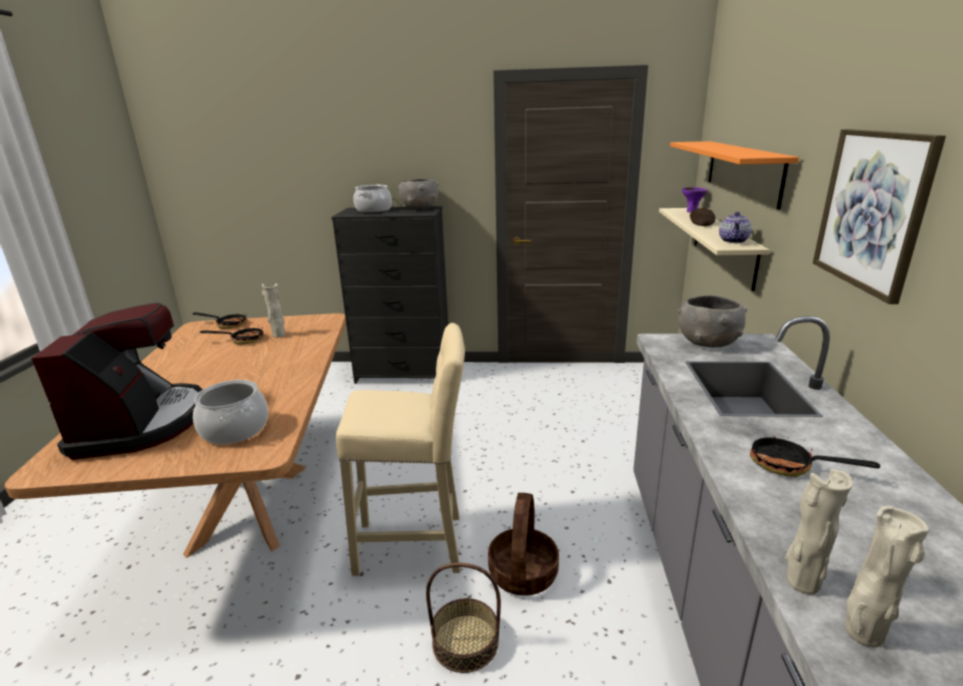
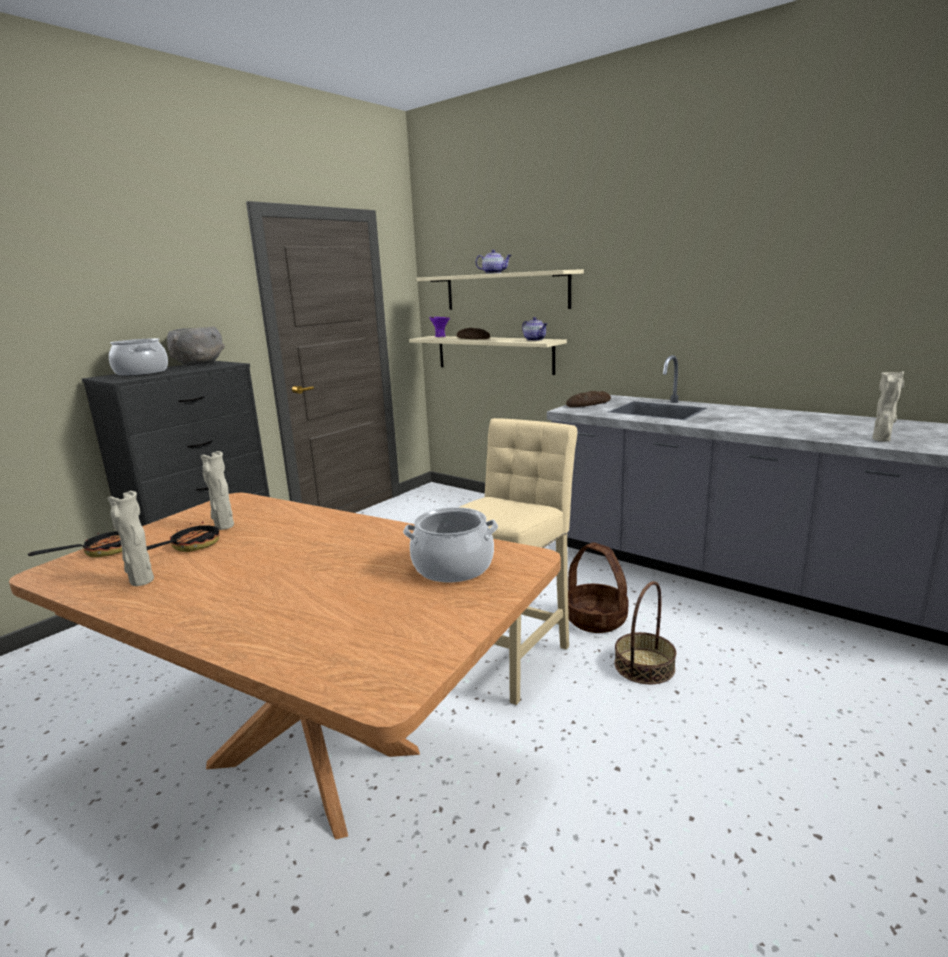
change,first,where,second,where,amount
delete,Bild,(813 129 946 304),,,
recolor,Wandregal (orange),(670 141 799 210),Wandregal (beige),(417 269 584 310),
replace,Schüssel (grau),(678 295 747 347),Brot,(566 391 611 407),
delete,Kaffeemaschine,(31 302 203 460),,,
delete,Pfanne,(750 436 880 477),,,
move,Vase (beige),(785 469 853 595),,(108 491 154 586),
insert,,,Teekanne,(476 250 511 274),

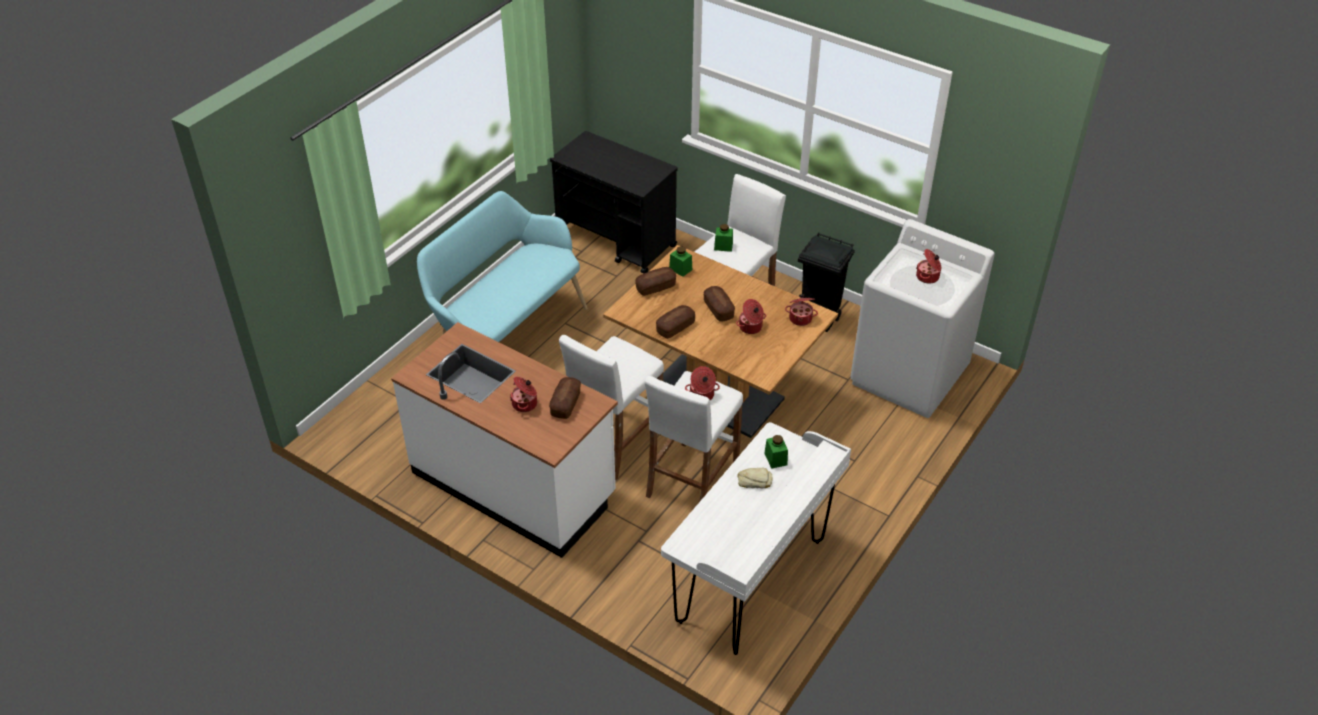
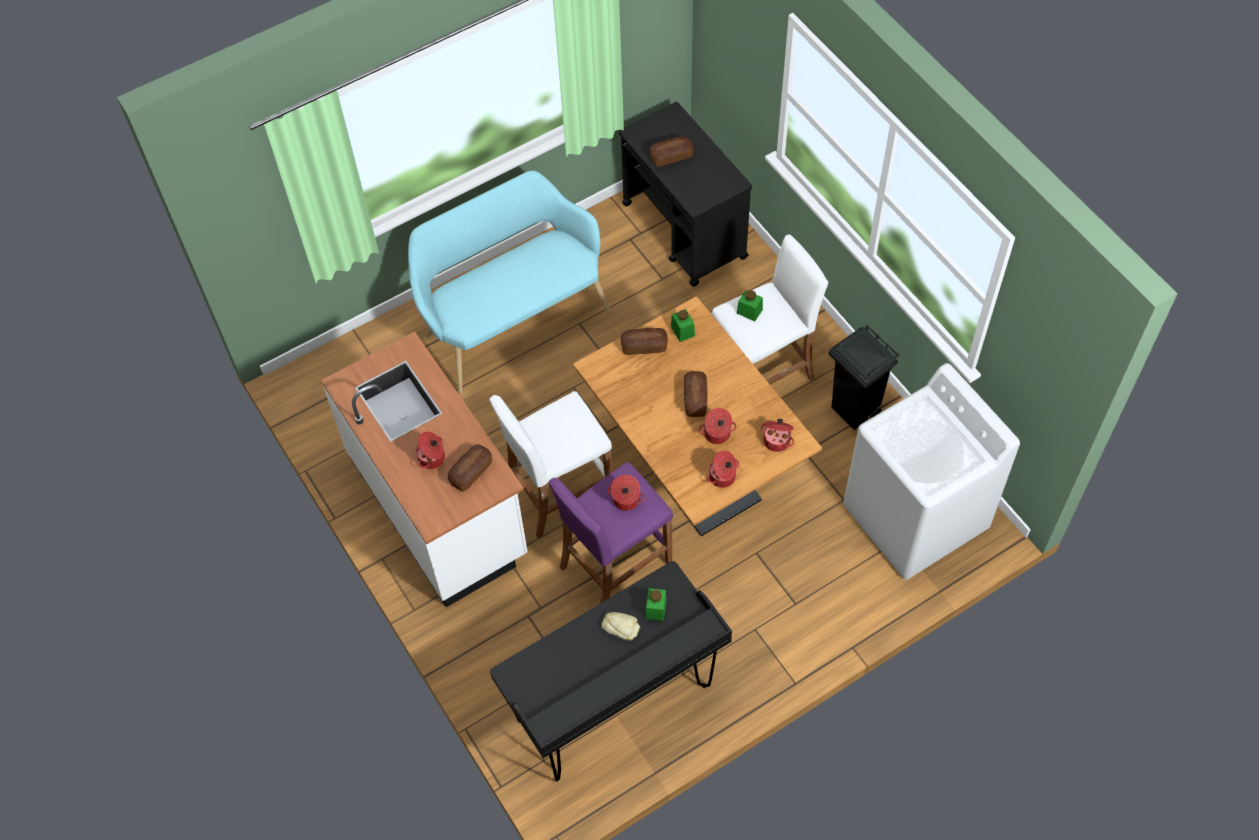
change,first,where,second,where,amount
move,Kochtopf,(916 249 941 284),,(707 450 739 488),
move,Brot,(656 305 695 339),,(650 136 693 167),
recolor,Hocker (weiß),(645 371 743 502),Hocker (lila),(549 462 673 603),
recolor,Schreibtisch (weiß),(661 422 851 655),Schreibtisch (schwarz),(490 561 732 781),

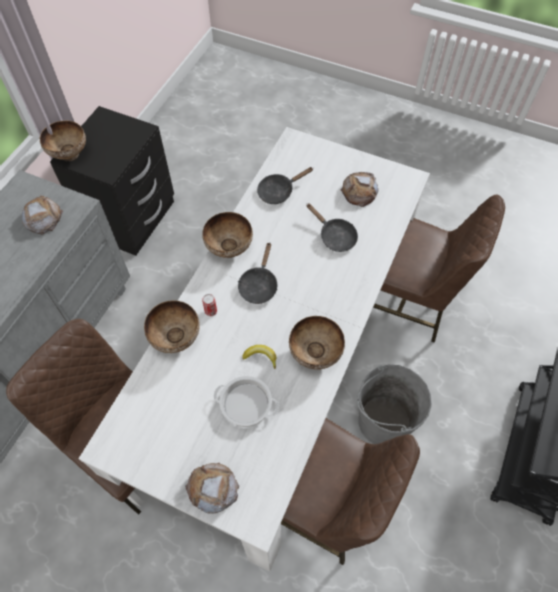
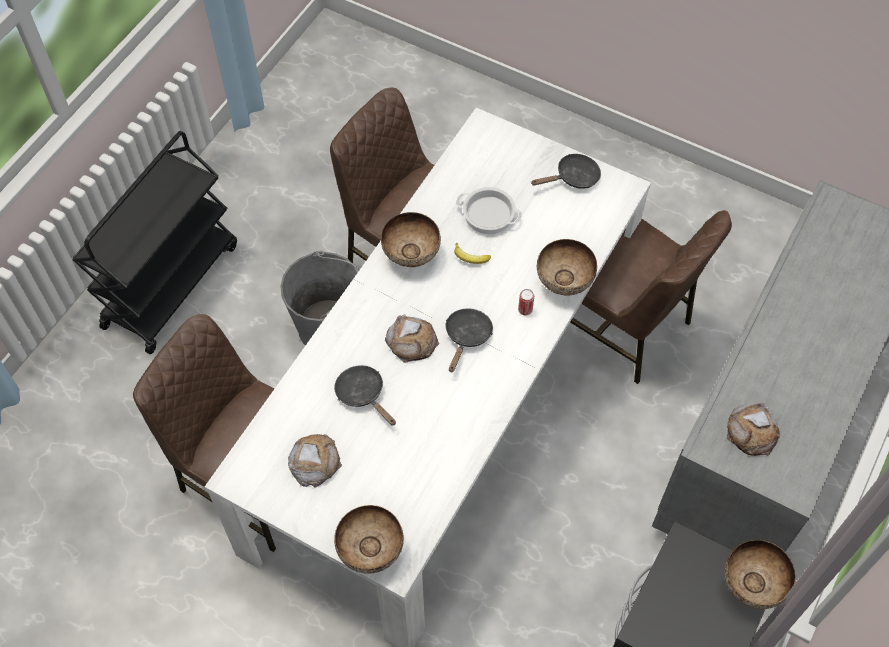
change,first,where,second,where,amount
move,Pfanne (schwarz),(257 167 314 204),,(531 154 601 189),
move,Schüssel,(203 212 253 258),,(334 505 404 574),
move,Brot,(185 463 239 514),,(385 314 439 363),

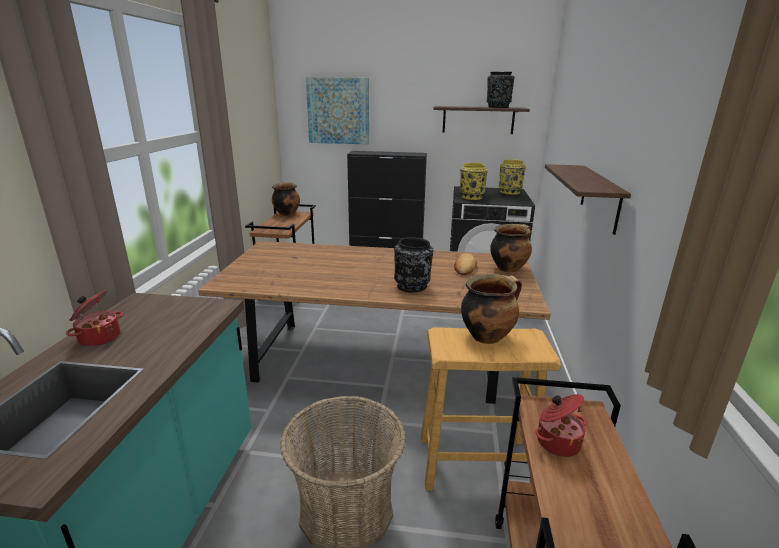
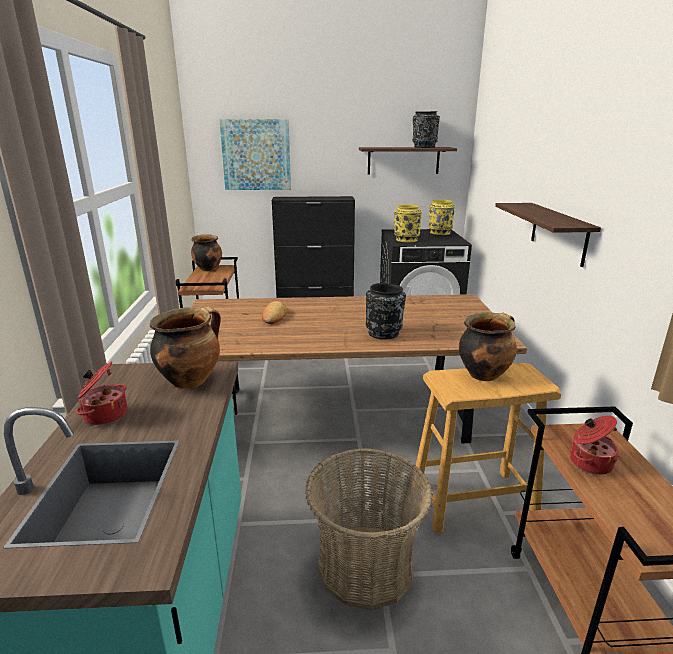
change,first,where,second,where,amount
move,Kochtopf,(490 224 532 273),,(150 306 221 389),
move,Brot,(454 253 477 275),,(262 301 287 324),

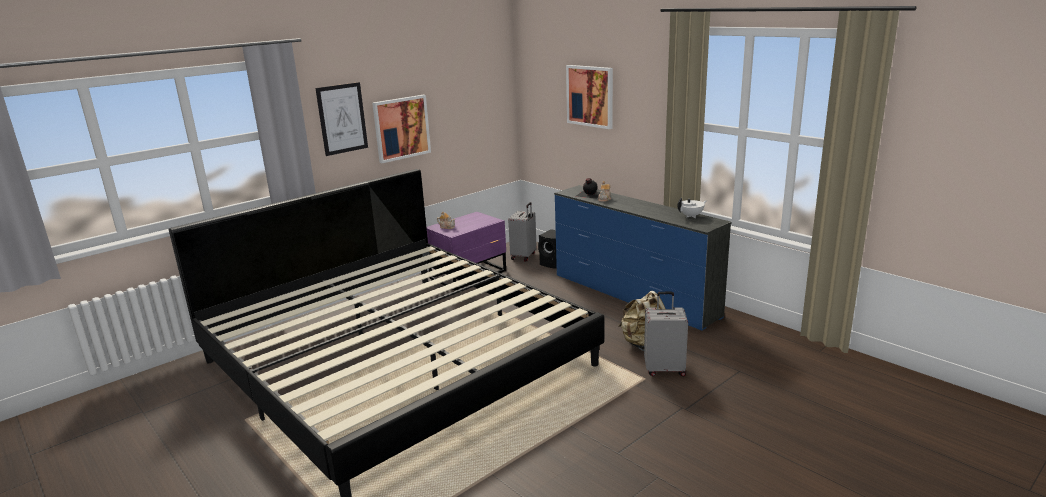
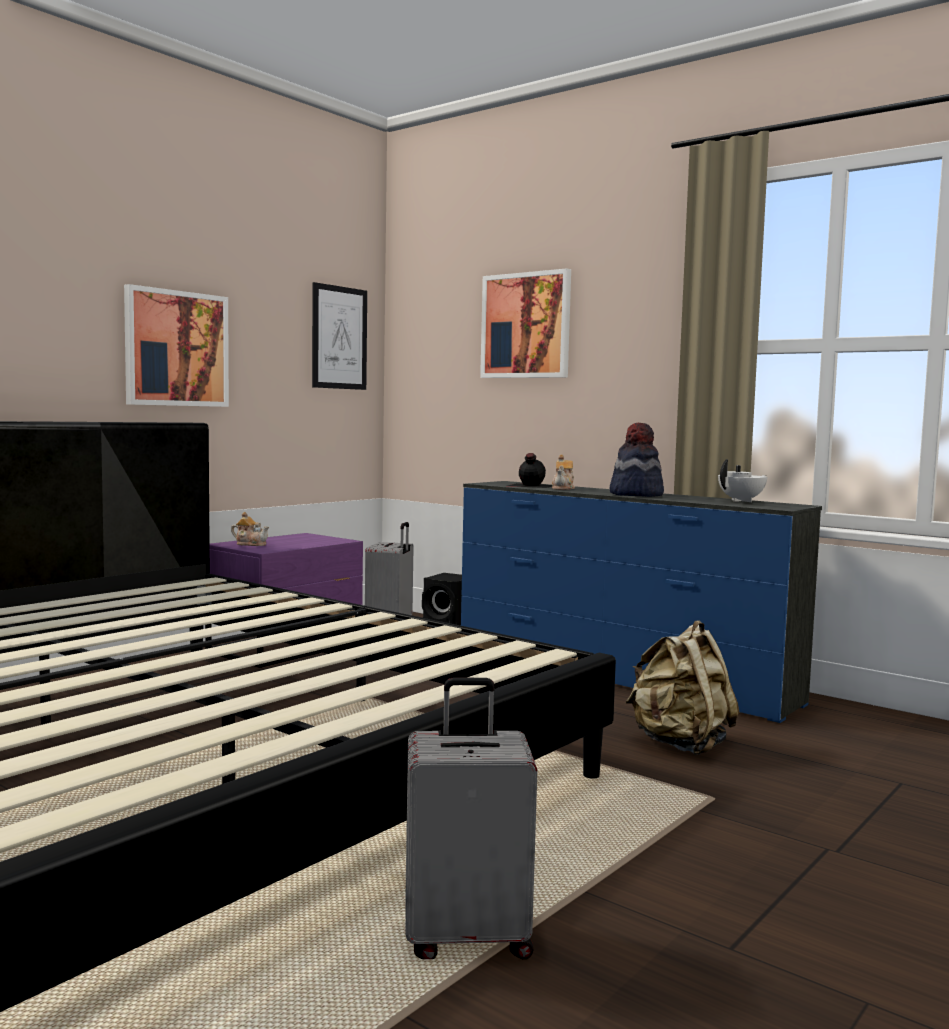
change,first,where,second,where,amount
move,Bild,(315 82 368 156),,(312 282 367 390),
move,Koffer (grau),(644 292 688 376),,(406 678 537 959),
insert,,,Hut,(610 423 664 497),

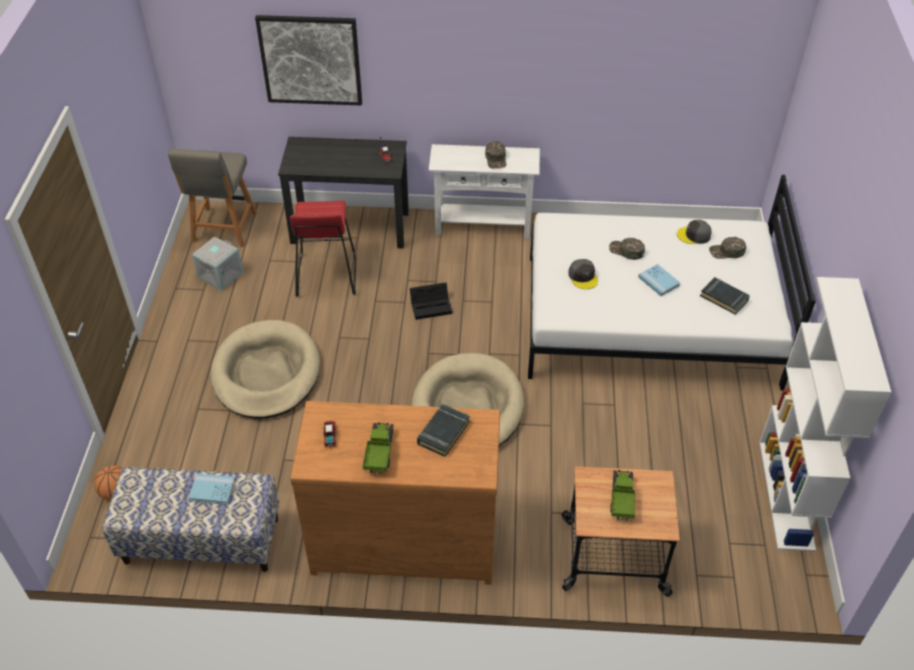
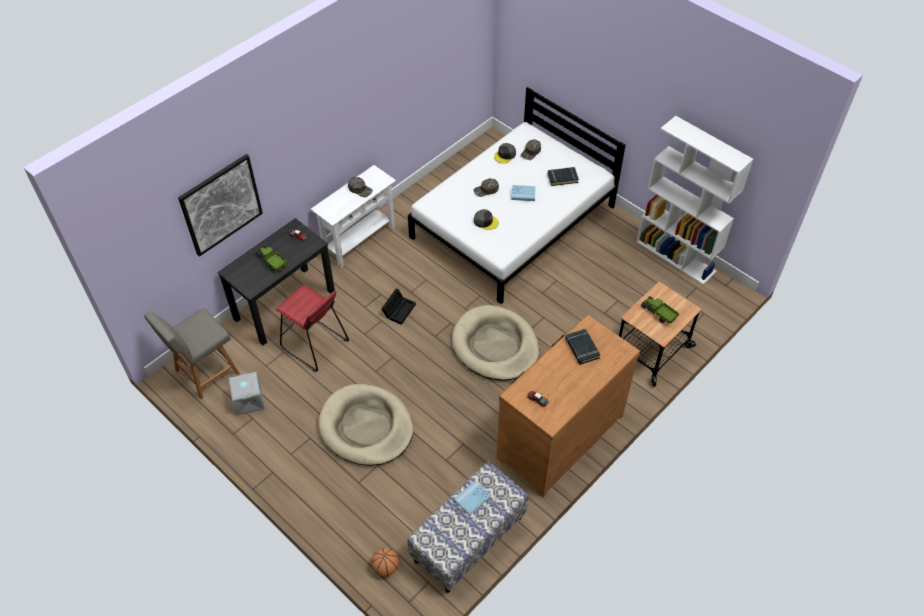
change,first,where,second,where,amount
rotate,Stuhl (grau),(168 149 257 247),,(144 309 239 399),90 degrees clockwise
move,Spielzeuglaster,(363 422 394 474),,(256 246 287 271),

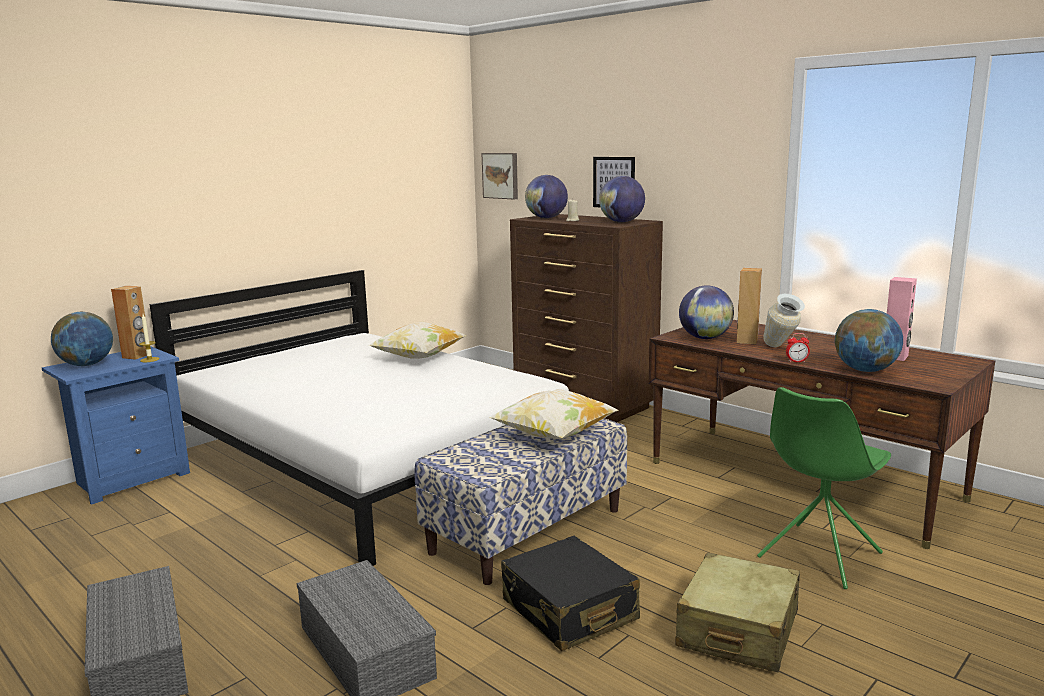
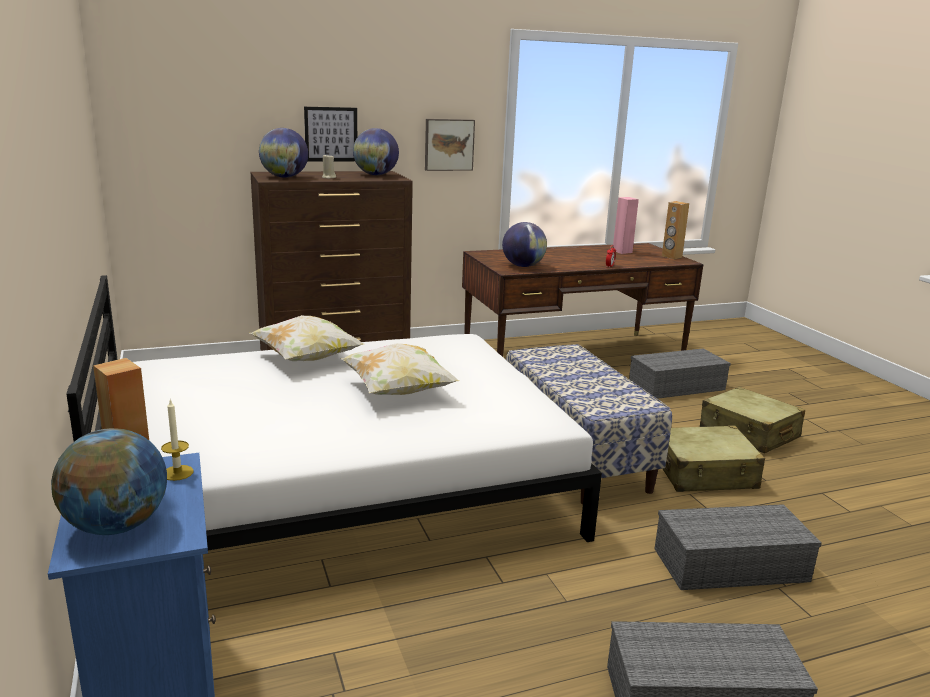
change,first,where,second,where,amount
move,Bild,(481 153 518 199),,(425 119 475 171),
move,Lautsprecher (braun),(737 268 762 344),,(662 201 689 259),
delete,Vase,(763 294 805 347),,,
delete,Globus,(835 309 903 372),,,
replace,Stuhl (grün),(757 387 891 589),Aufbewahrungsbox (grau),(629 348 731 399),
move,Kissen,(489 389 619 439),,(340 344 460 395),
recolor,Koffer (schwarz),(501 536 640 651),Koffer (beige),(663 425 765 492),

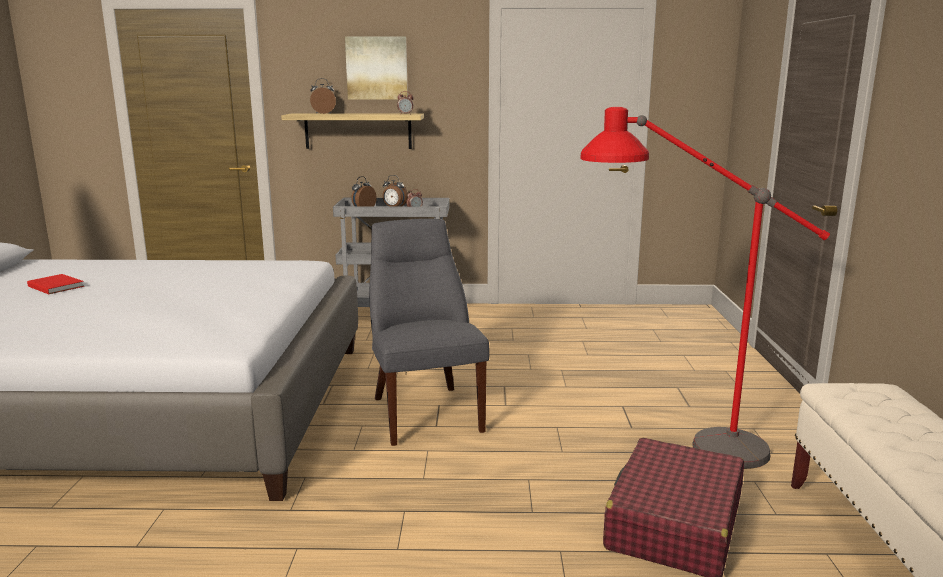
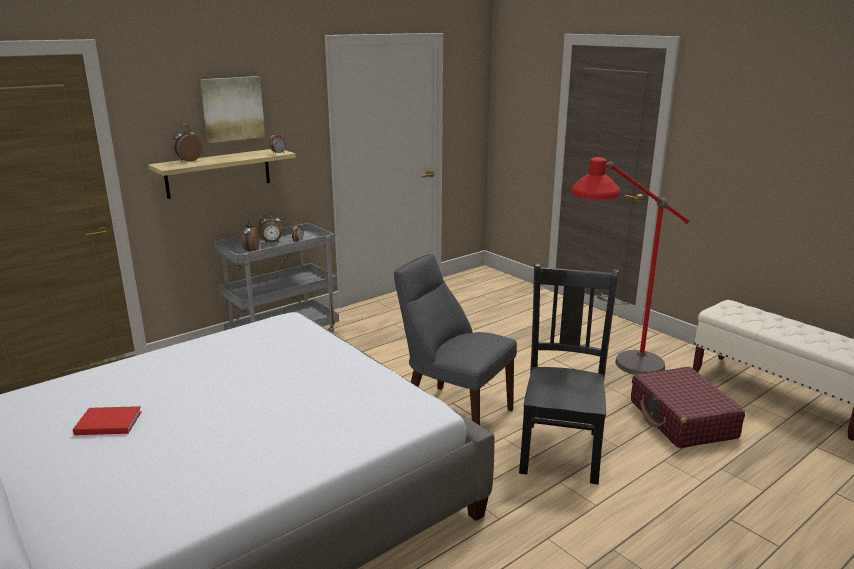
change,first,where,second,where,amount
insert,,,Stuhl (schwarz),(519 264 619 484),

